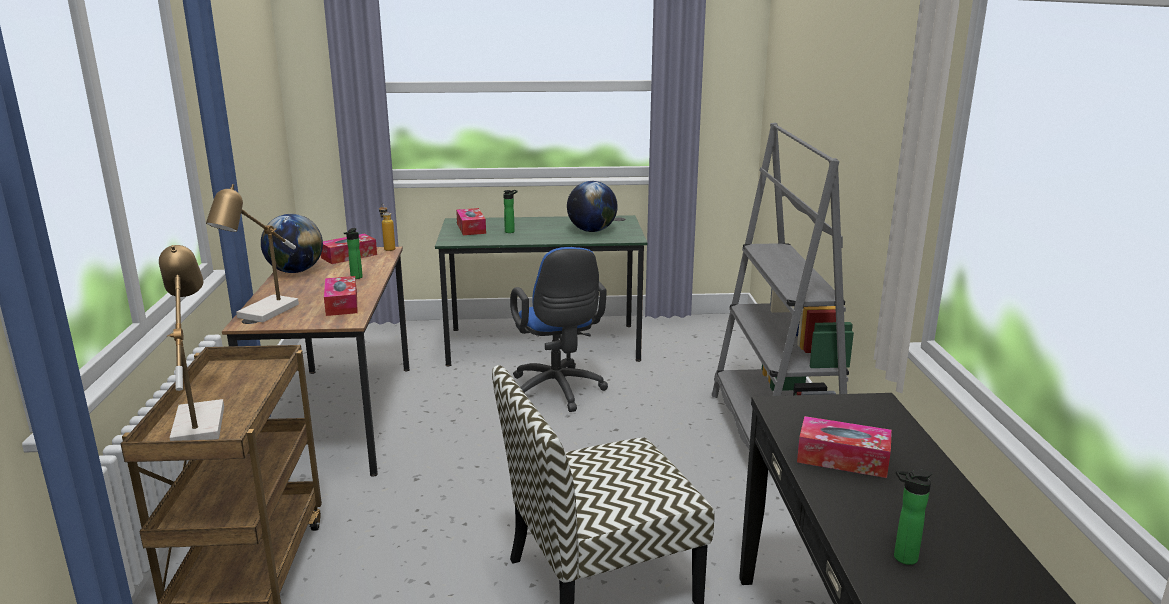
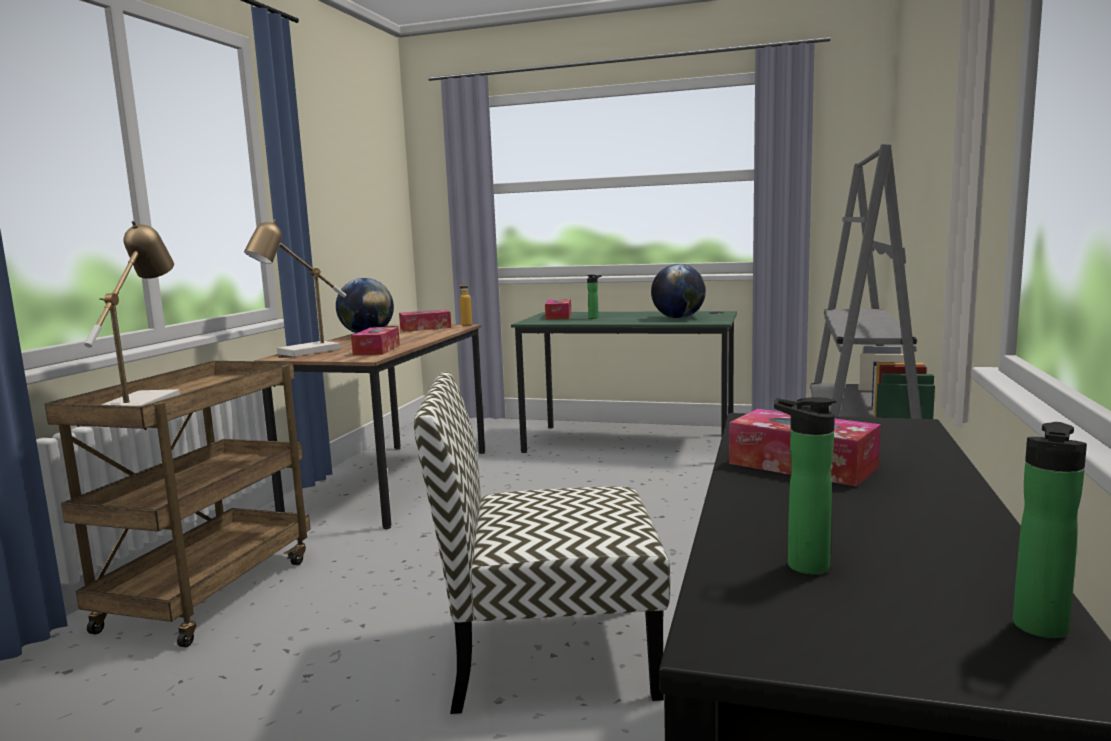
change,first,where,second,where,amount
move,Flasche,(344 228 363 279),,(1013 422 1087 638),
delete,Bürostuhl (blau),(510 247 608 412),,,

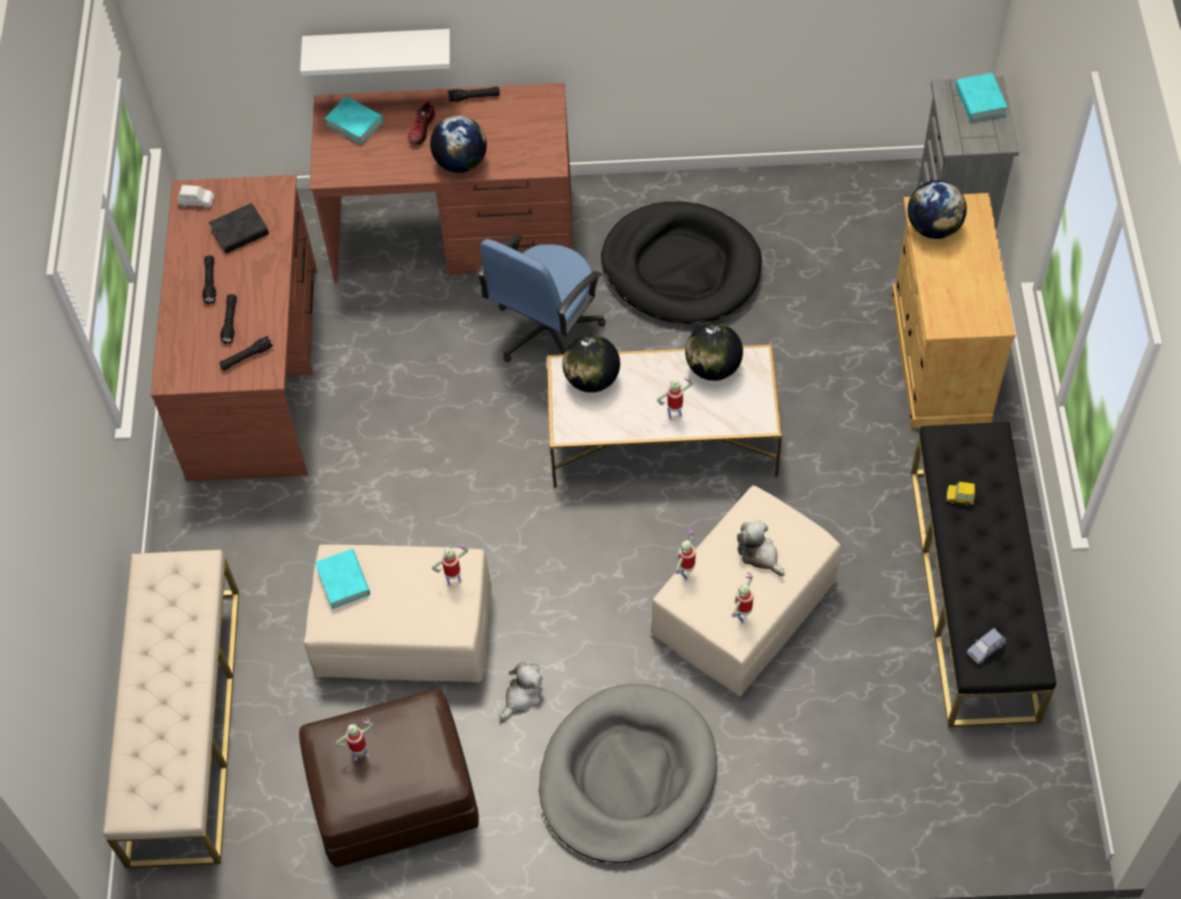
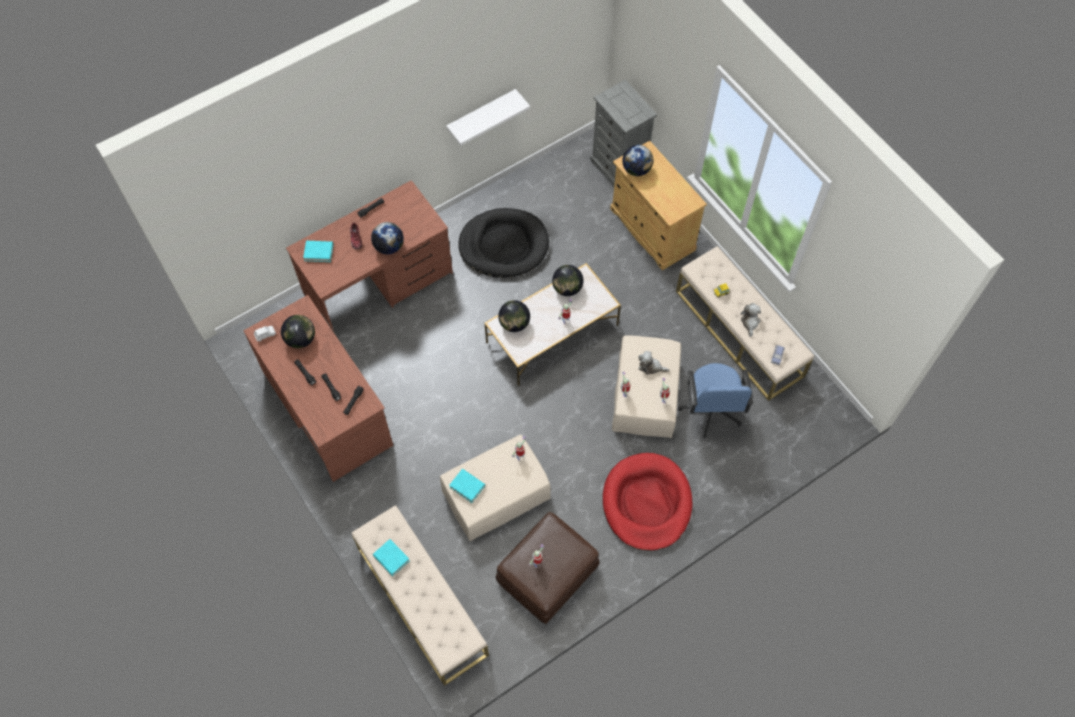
change,first,where,second,where,amount
move,Wandregal (weiß),(300 29 450 76),,(446 89 530 146),
move,Buch (türkis),(956 73 1007 121),,(373 539 410 576),
replace,Buch (schwarz),(209 203 269 253),Globus,(281 315 315 348),
move,Bürostuhl (blau),(476 235 605 362),,(678 363 753 438),
recolor,Bank (schwarz),(911 422 1056 727),Bank (beige),(676 246 814 401),
move,Plüschtier,(499 662 543 720),,(741 303 761 337),
recolor,Hundebett (grau),(539 683 717 863),Hundebett (rot),(603 453 692 551),

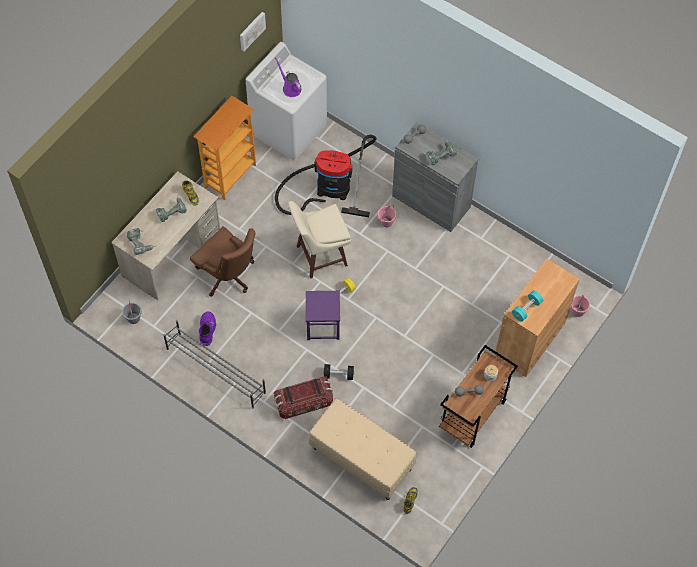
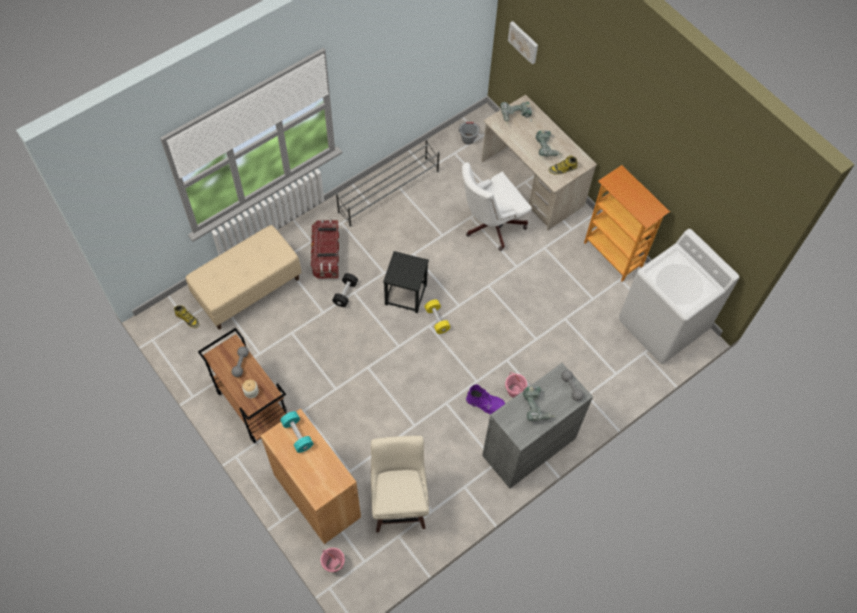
change,first,where,second,where,amount
move,Bild,(240 12 266 51),,(508 21 538 65),
delete,Gießkanne (lila),(275 58 302 97),,,
delete,Staubsauger,(275 134 376 217),,,
move,Hocker (beige),(288 201 351 279),,(371 436 429 532),
recolor,Bürostuhl (braun),(190 226 256 297),Bürostuhl (weiß),(462 162 532 251),
recolor,Hocker (lila),(306 291 340 340),Hocker (schwarz),(383 251 429 313),
move,Stiefel (lila),(199 312 216 346),,(466 384 505 415),

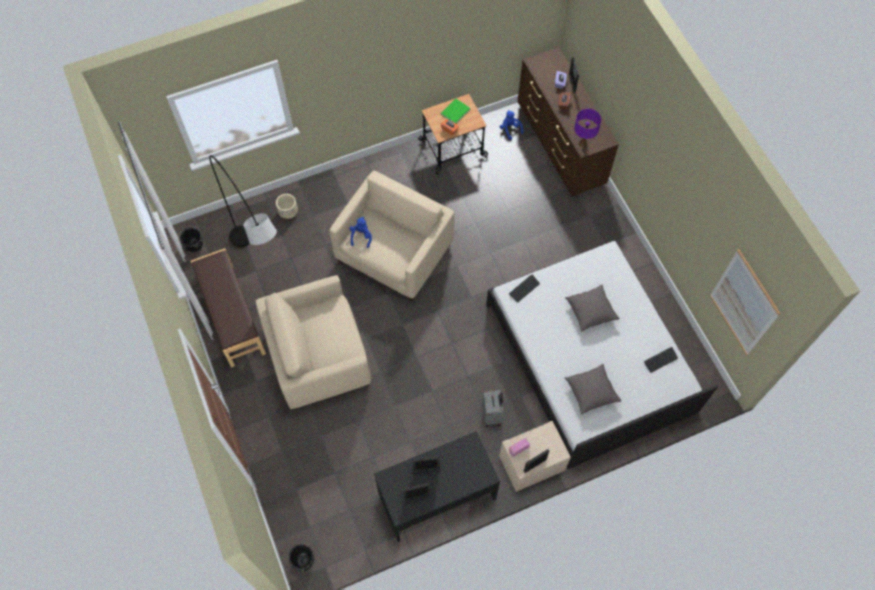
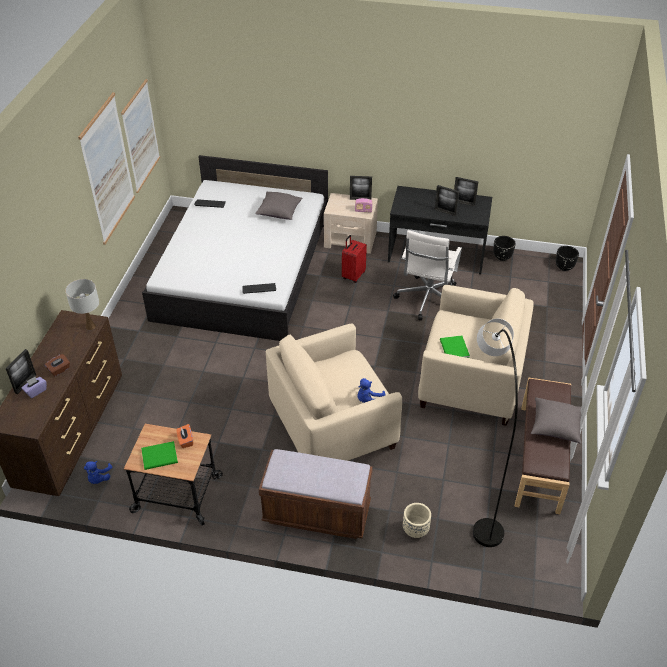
change,first,where,second,where,amount
recolor,Tischlampe (lila),(574 109 601 148),Tischlampe (weiß),(65 279 99 330),
move,Pflanzkübel (schwarz),(180 228 203 252),,(494 236 516 261),
move,Kissen (grau),(565 284 620 331),,(531 397 581 444),
recolor,Koffer (grau),(482 390 504 427),Koffer (rot),(342 235 367 283),
insert,,,Bild,(78 92 135 245),
insert,,,Bürostuhl (weiß),(393 230 462 320),
insert,,,Buch (grün),(440 336 470 358),
insert,,,Bank (braun),(259 449 373 539),

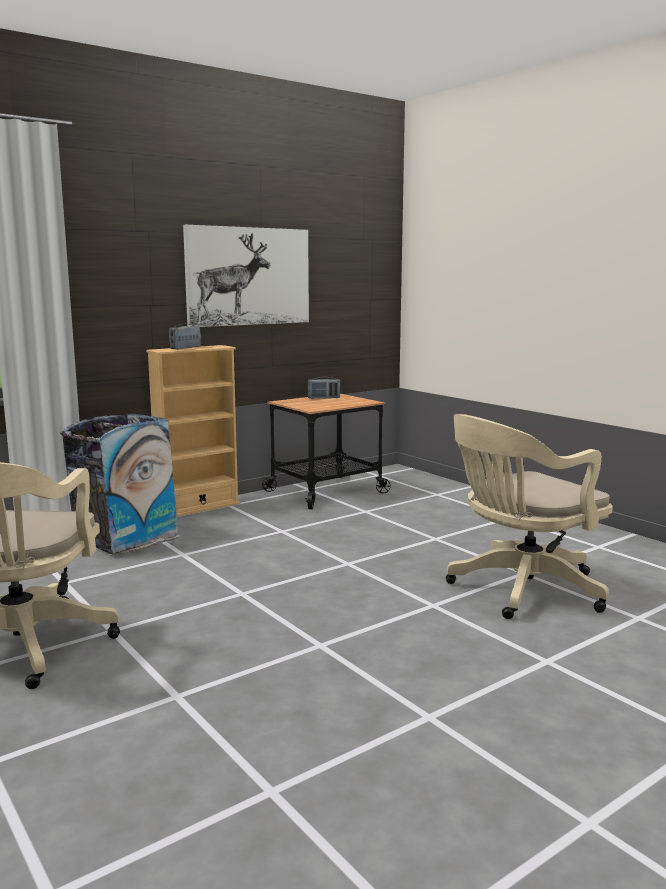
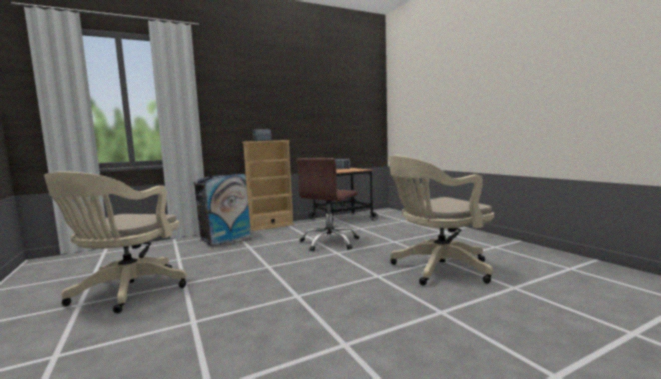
change,first,where,second,where,amount
delete,Bild,(183 225 309 327),,,
insert,,,Bürostuhl (braun),(297 158 359 252),

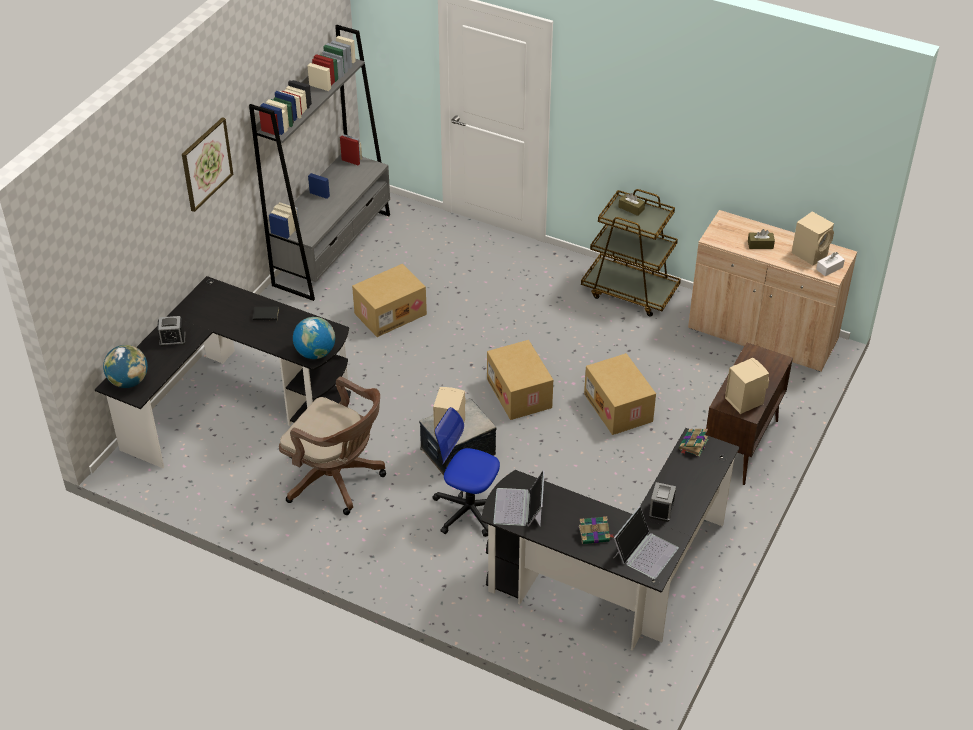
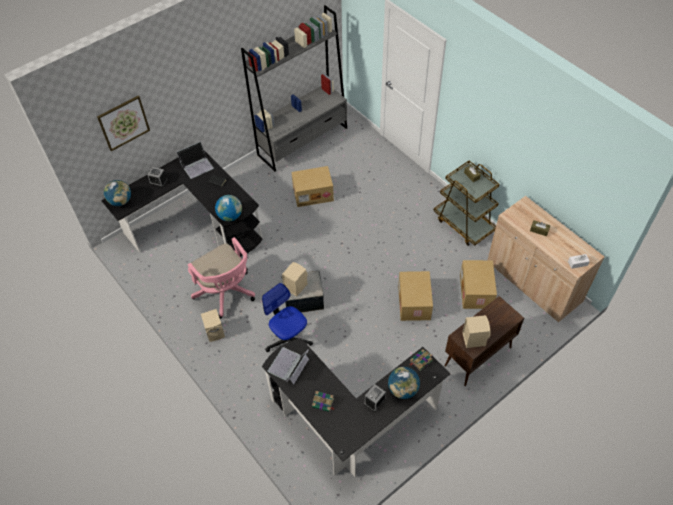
change,first,where,second,where,amount
move,Bild,(182 117 233 212),,(97 96 150 151),
move,Lautsprecher (beige),(792 212 834 265),,(201 309 225 342),
move,Karton,(487 340 553 420),,(460 260 497 309),
recolor,Bürostuhl (braun),(279 377 386 515),Bürostuhl (rosa),(188 237 255 319),
move,Laptop,(613 506 679 579),,(177 142 214 179),
insert,,,Globus,(388 367 420 399),

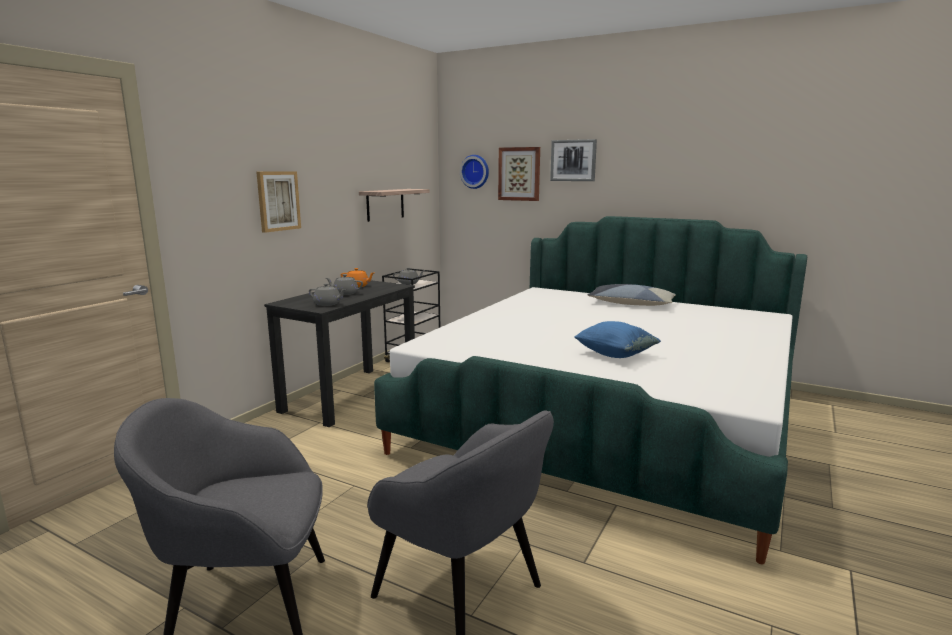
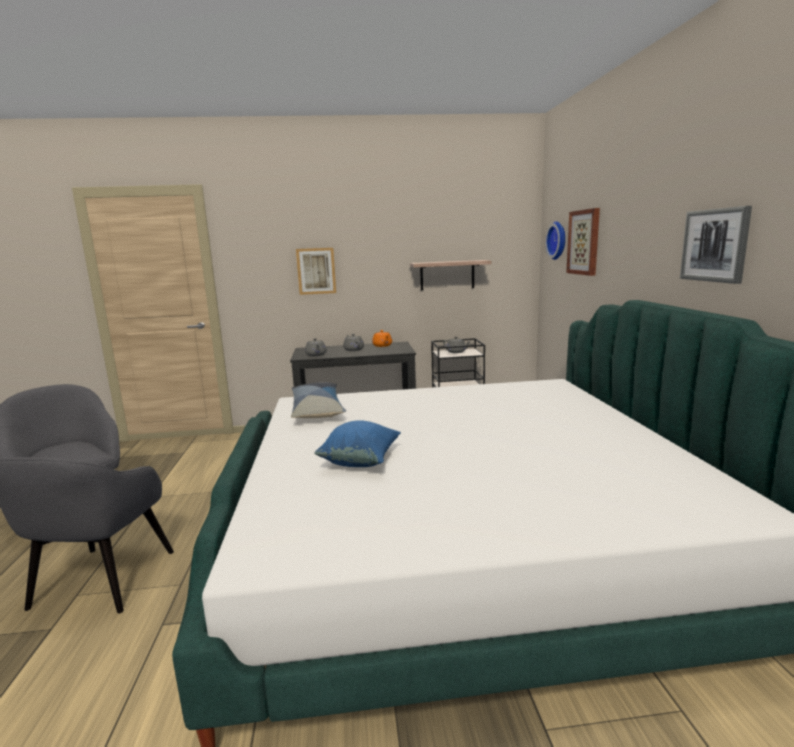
change,first,where,second,where,amount
move,Bild,(550 139 597 181),,(680 206 752 284),
move,Kissen,(588 284 676 306),,(291 382 346 418),

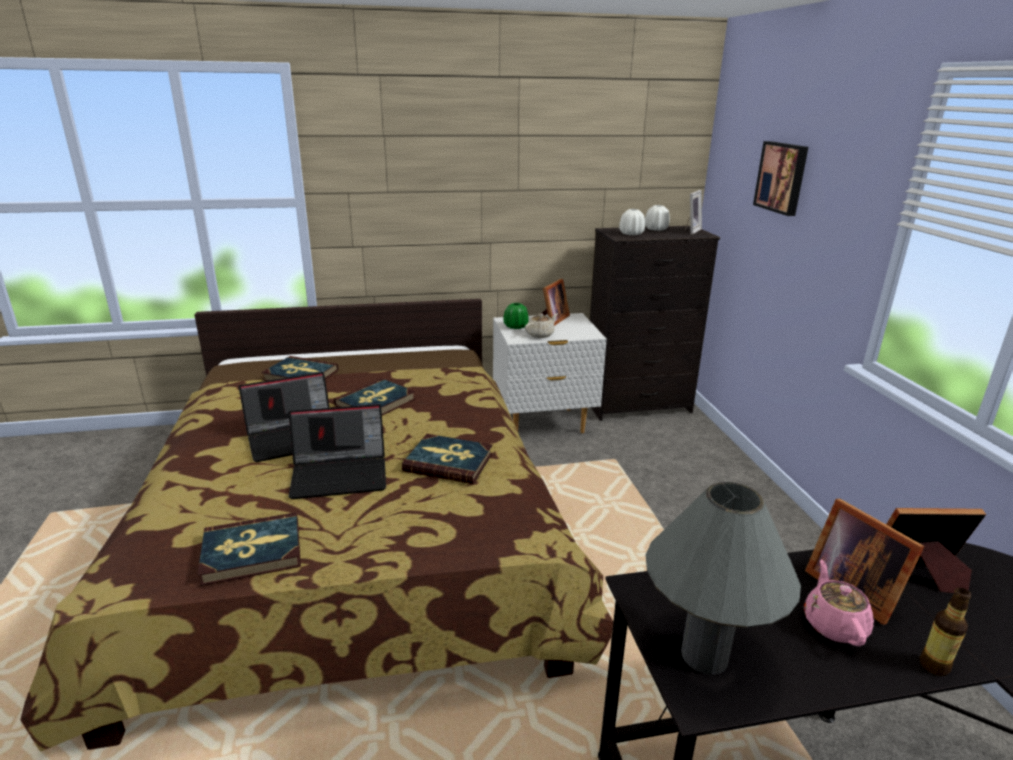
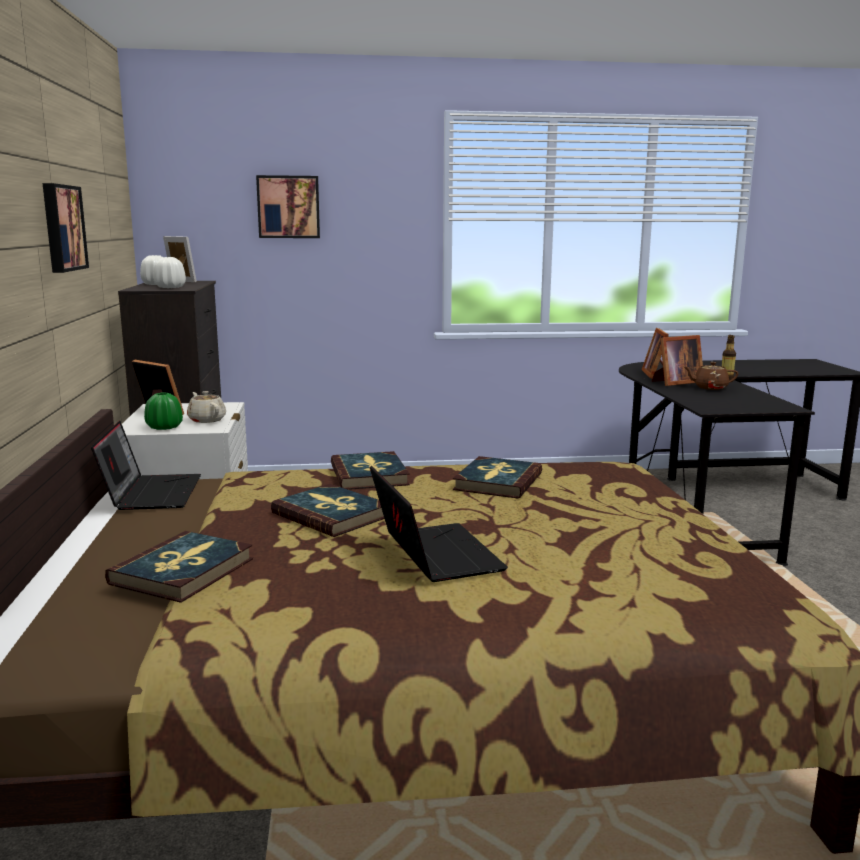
change,first,where,second,where,amount
move,Laptop,(288 404 386 499),,(91 421 201 510),
delete,Tischlampe (grau),(646 482 801 675),,,
move,Buch,(197 512 301 586),,(331 451 410 490),
recolor,Teekanne (rosa),(804 560 874 646),Teekanne (braun),(684 362 738 390),
insert,,,Bild,(42 183 89 273),

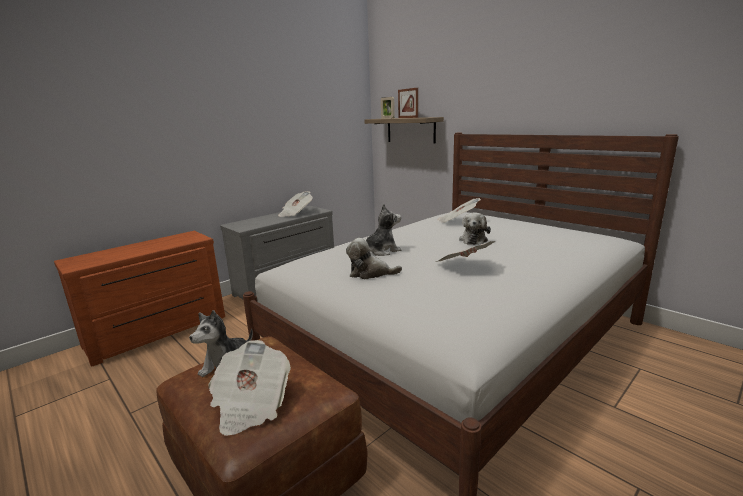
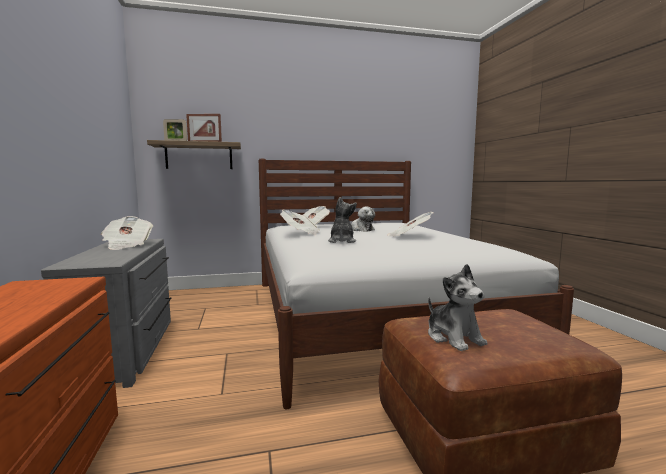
change,first,where,second,where,amount
delete,Plüschtier,(346 238 402 279),,,
move,Zeitung,(208 340 291 436),,(280 210 320 235),

